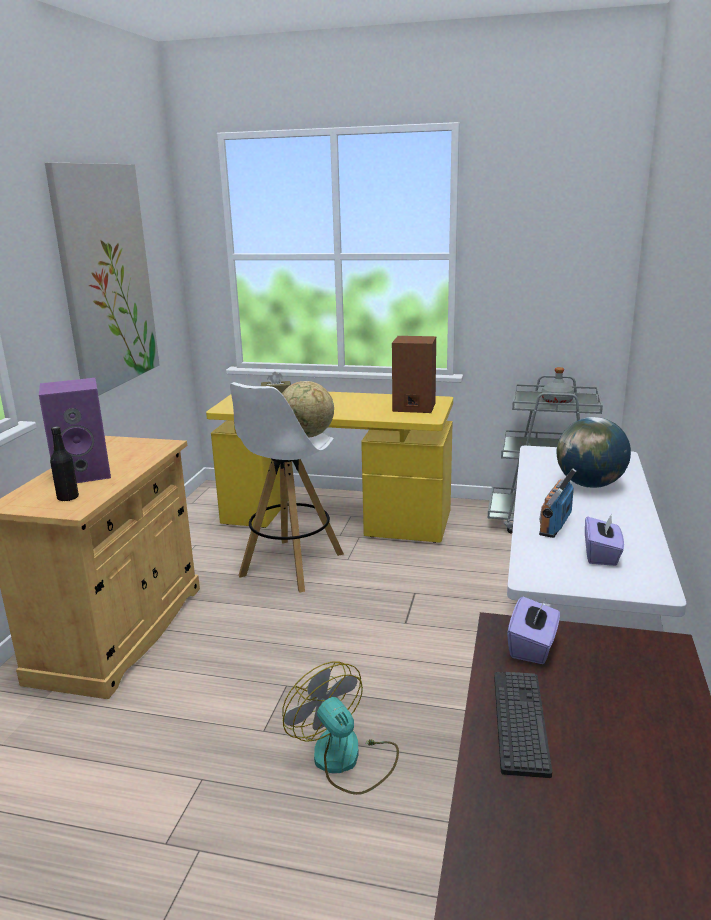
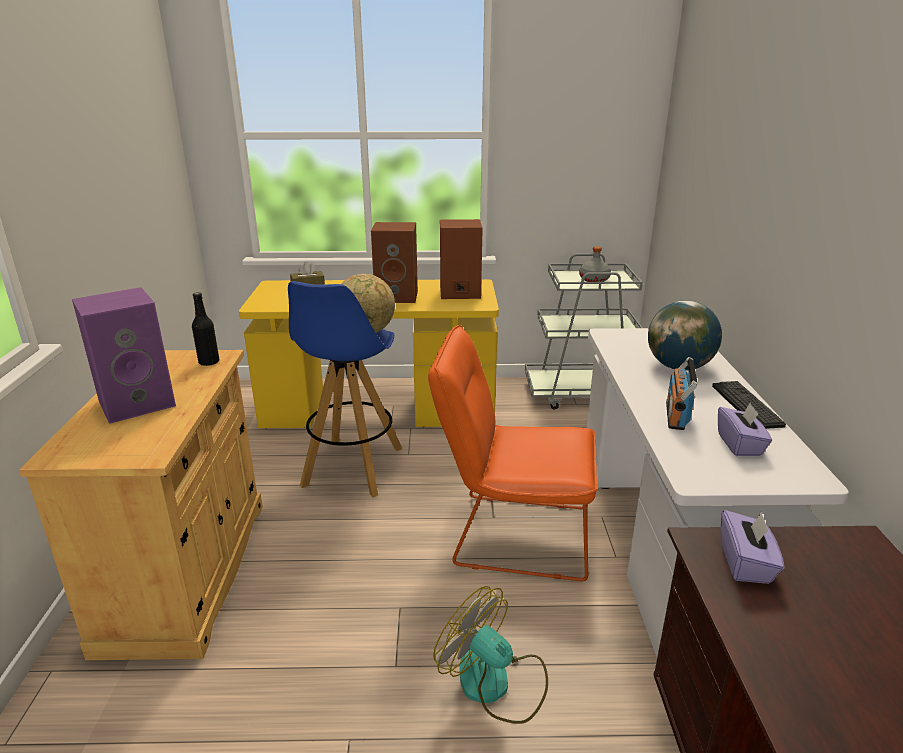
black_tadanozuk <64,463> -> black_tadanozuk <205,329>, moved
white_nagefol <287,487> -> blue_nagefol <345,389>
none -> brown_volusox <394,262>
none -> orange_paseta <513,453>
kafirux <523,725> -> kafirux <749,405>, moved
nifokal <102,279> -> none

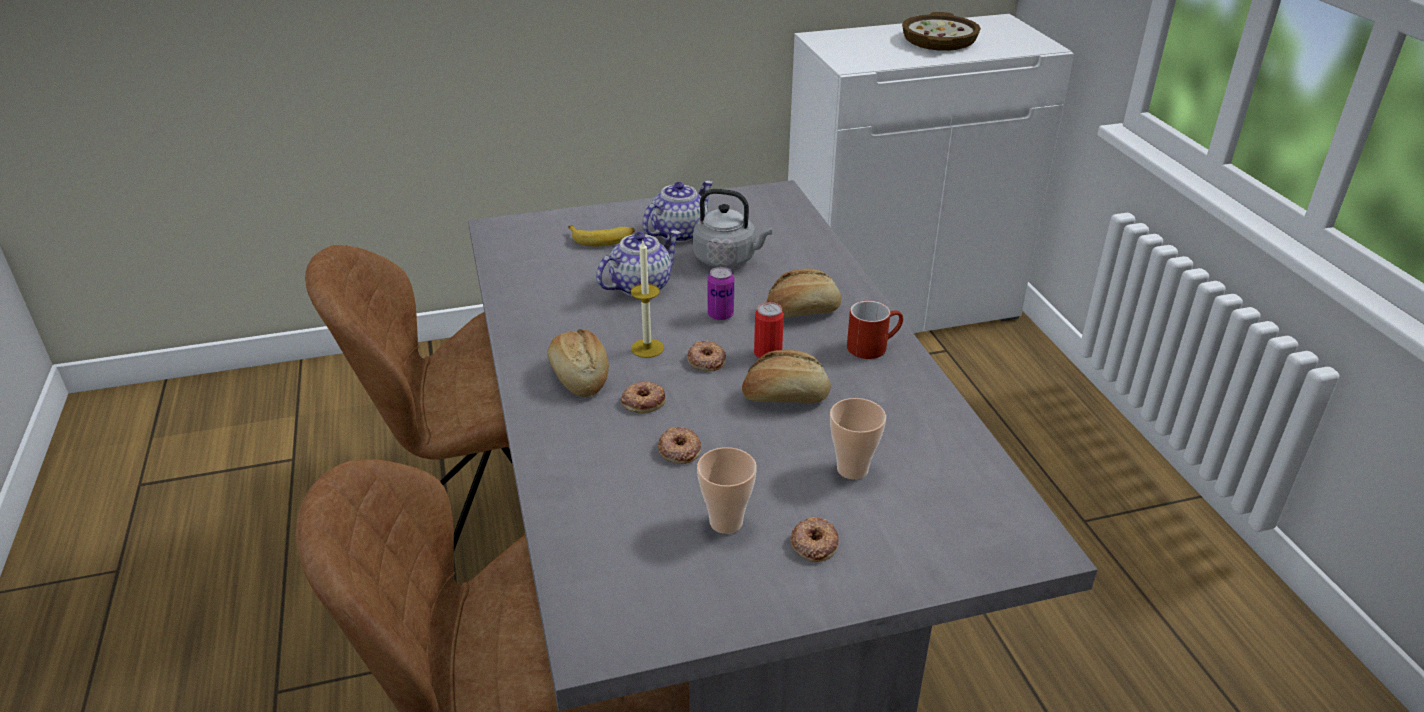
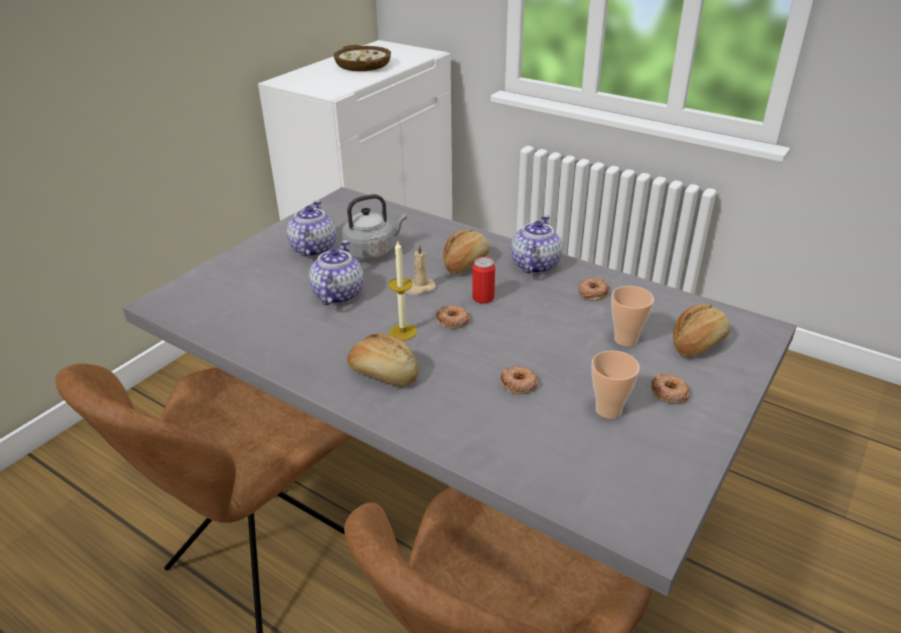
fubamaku <721,294> -> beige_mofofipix <420,269>
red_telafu <875,330> -> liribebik <536,244>
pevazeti <643,397> -> pevazeti <593,289>, moved
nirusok <786,376> -> nirusok <701,330>, moved
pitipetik <601,236> -> none

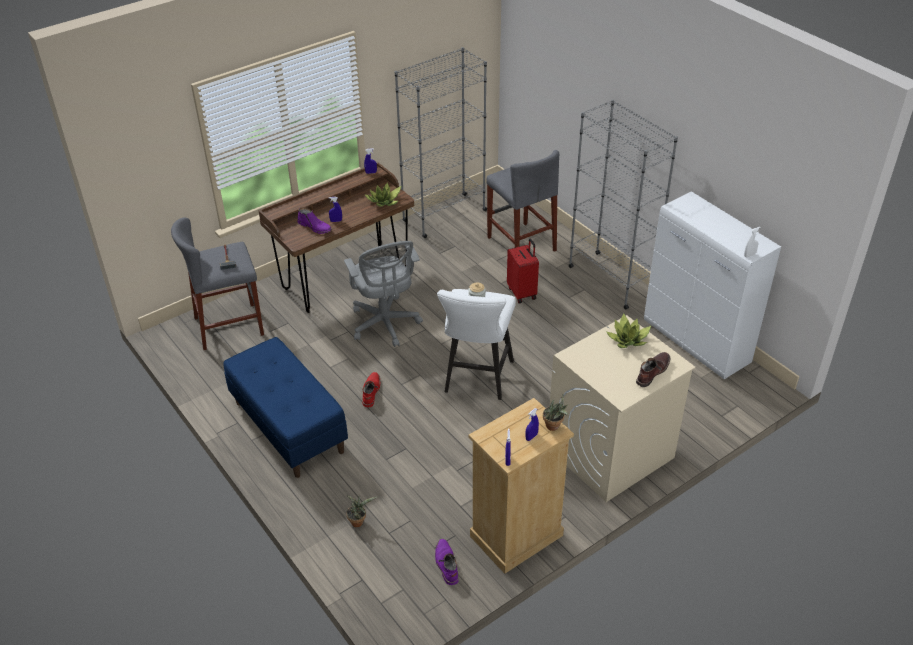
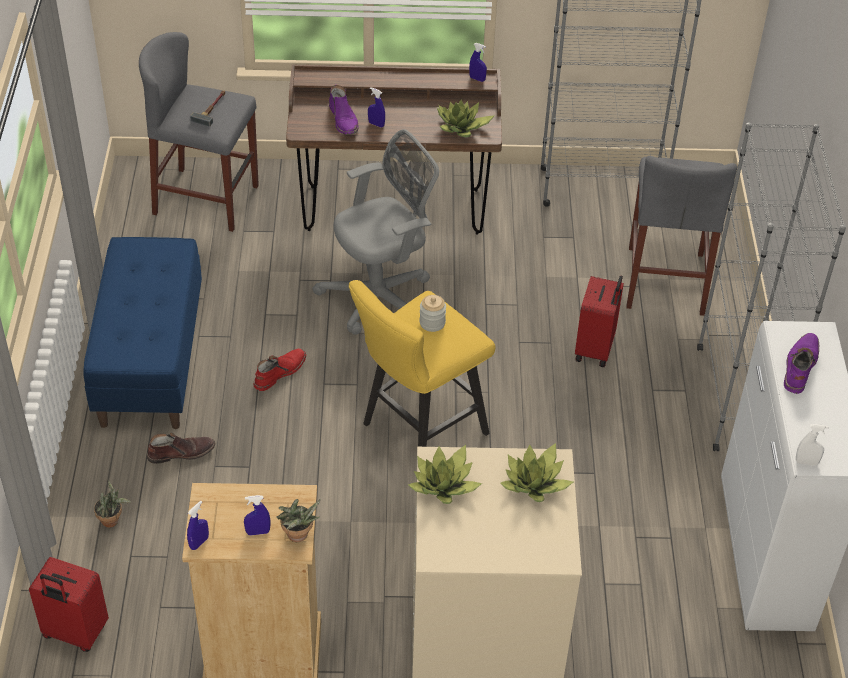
none -> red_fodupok <69,604>
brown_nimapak <653,369> -> brown_nimapak <181,448>, moved
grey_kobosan <383,294> -> grey_kobosan <376,232>, 135 degrees counterclockwise
white_nagefol <476,344> -> yellow_nagefol <422,363>
none -> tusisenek <445,474>
purple_nimapak <447,562> -> purple_nimapak <801,363>, moved

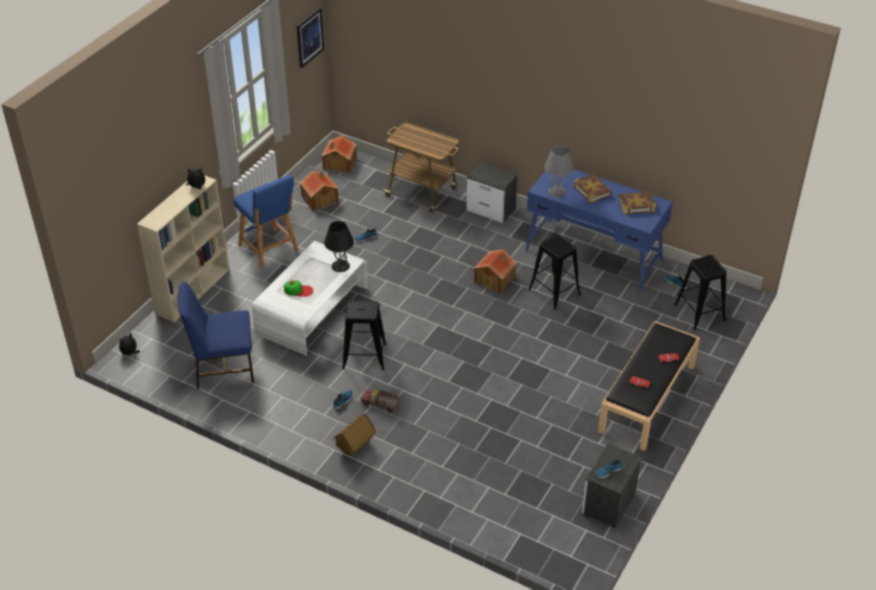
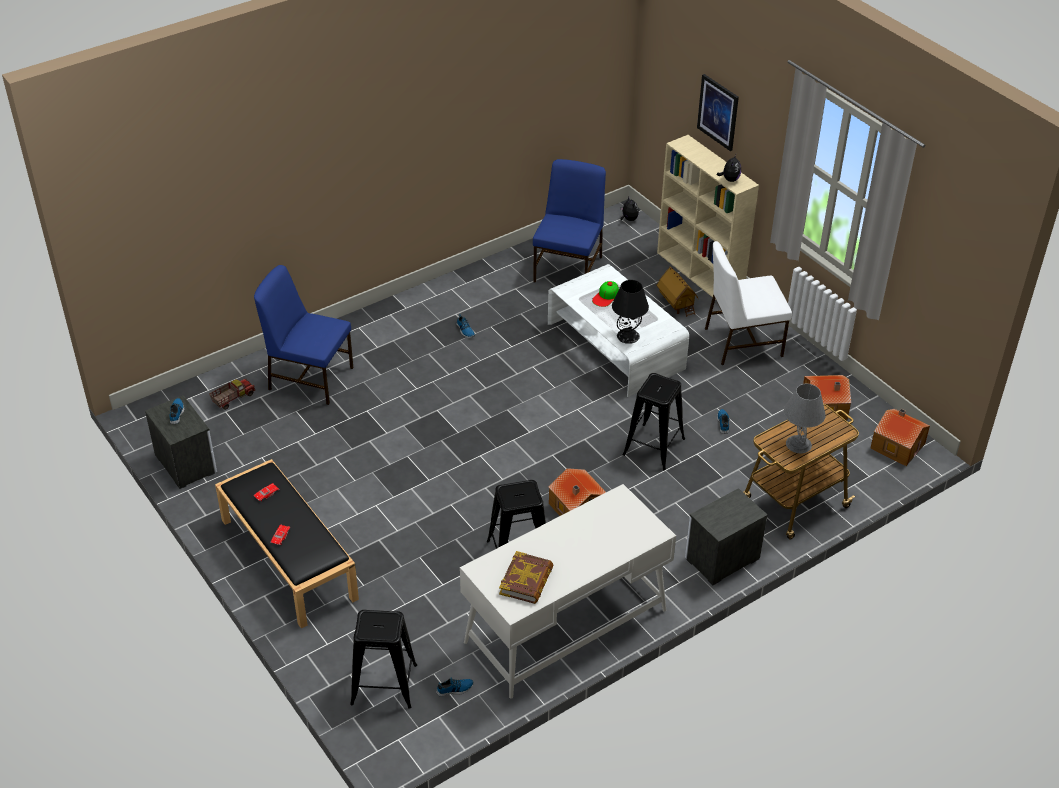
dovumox <381,401> -> dovumox <232,394>, moved
none -> blue_paseta <304,335>
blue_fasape <599,230> -> white_fasape <568,591>
black_nagefol <364,335> -> black_nagefol <653,421>, moved
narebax <354,434> -> narebax <677,292>, moved
nifokal <310,37> -> nifokal <718,112>, moved
blue_nagefol <266,222> -> white_paseta <748,303>
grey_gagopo <559,171> -> grey_gagopo <805,418>, moved
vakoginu <592,188> -> none

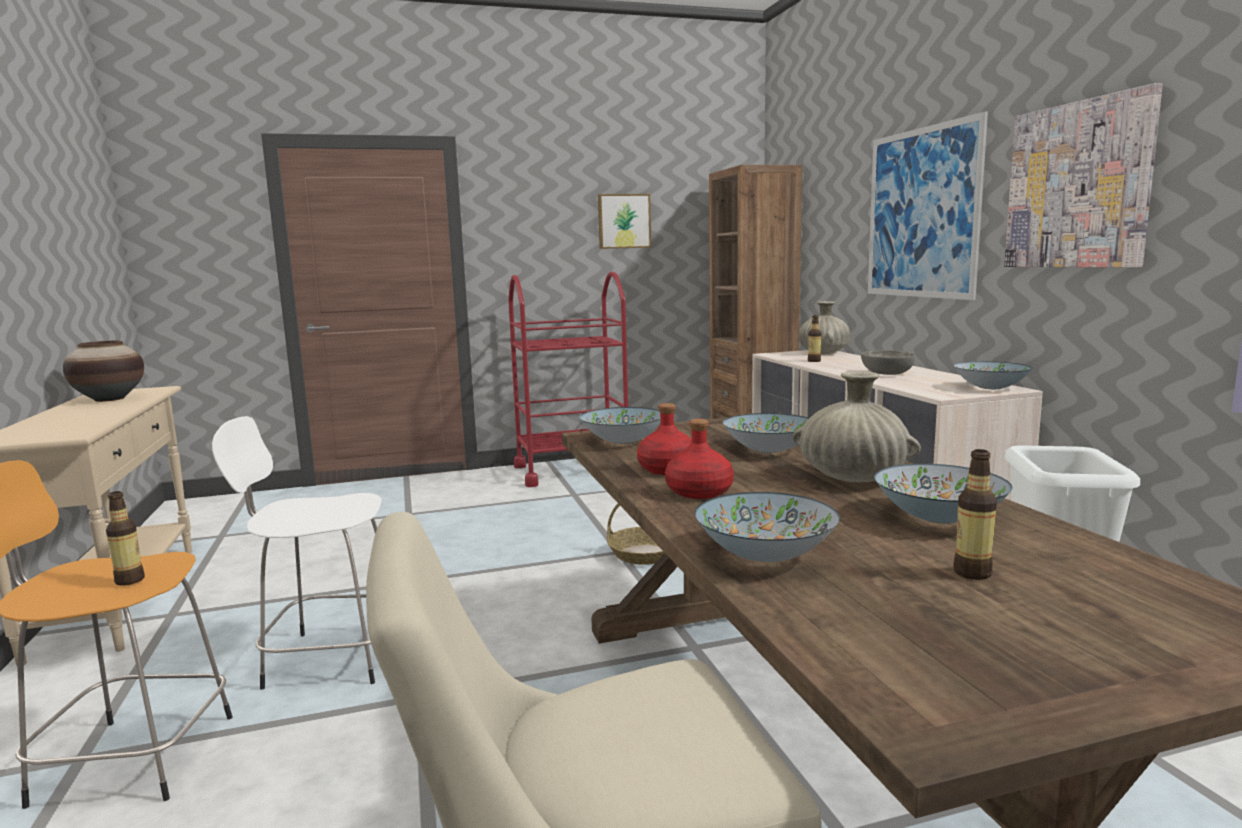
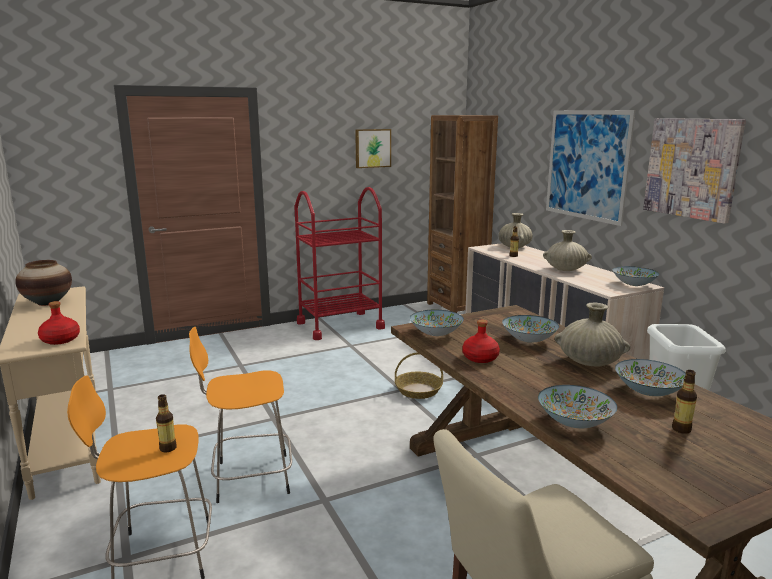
red_tadanozuk <699,459> -> red_tadanozuk <59,323>, moved
white_nagefol <296,553> -> orange_nagefol <240,415>
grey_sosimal <888,362> -> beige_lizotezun <567,250>

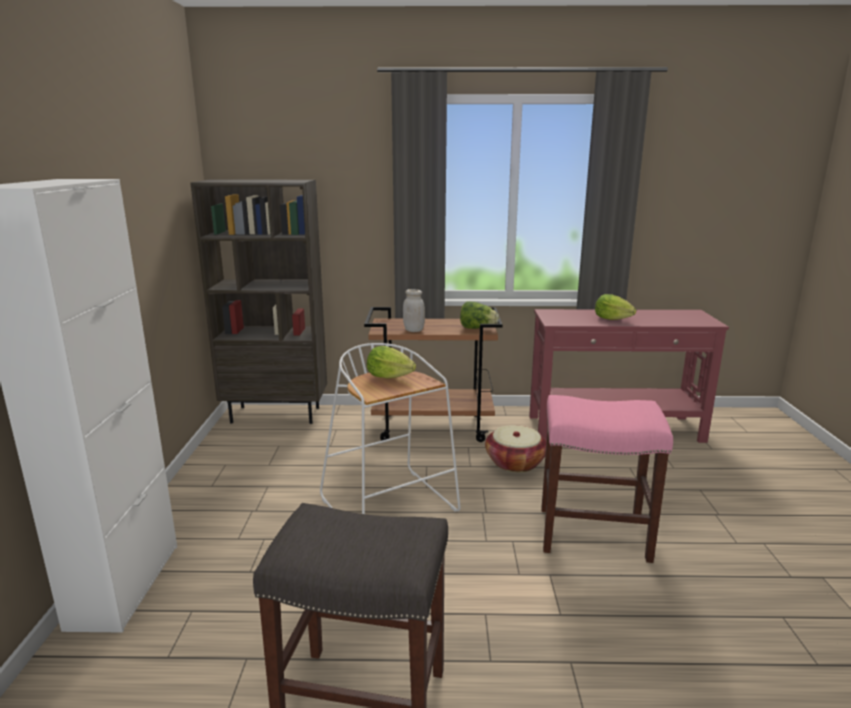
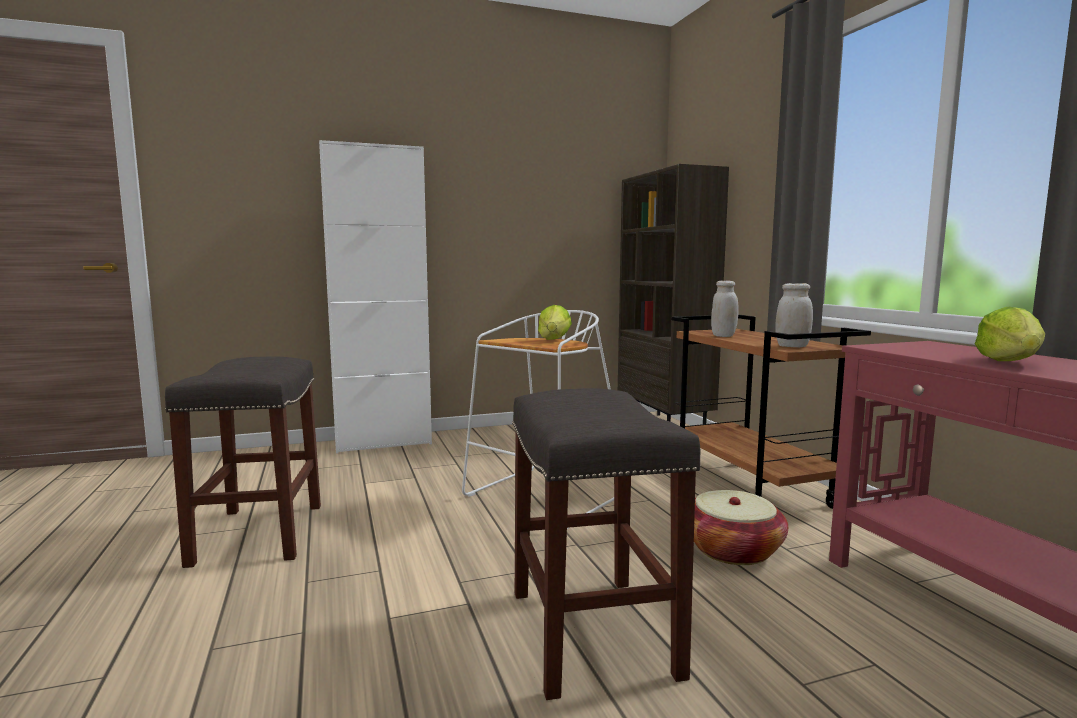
pink_nagefol <607,479> -> grey_nagefol <606,544>
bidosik <479,315> -> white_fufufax <794,315>

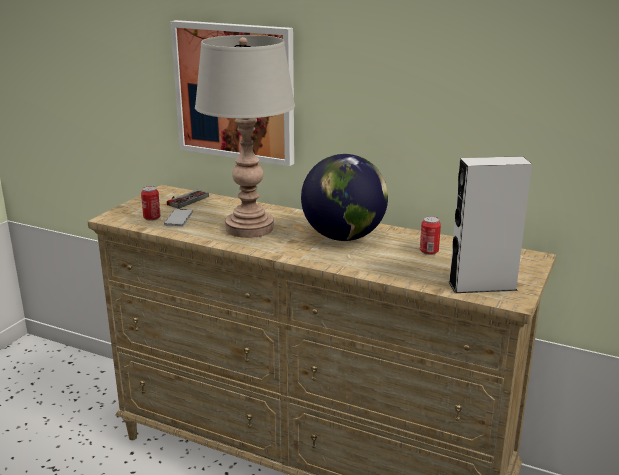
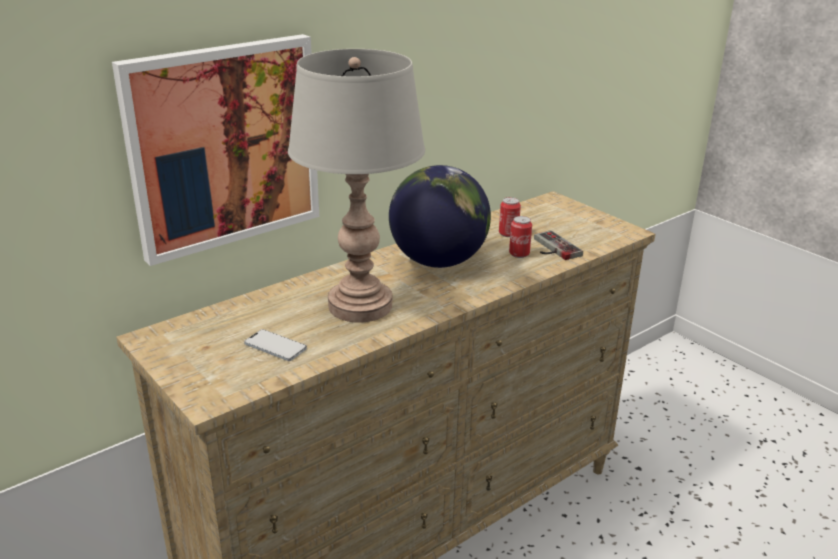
fubamaku <151,203> -> fubamaku <520,237>, moved
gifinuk <188,199> -> gifinuk <558,245>, moved
grey_volusox <490,224> -> none

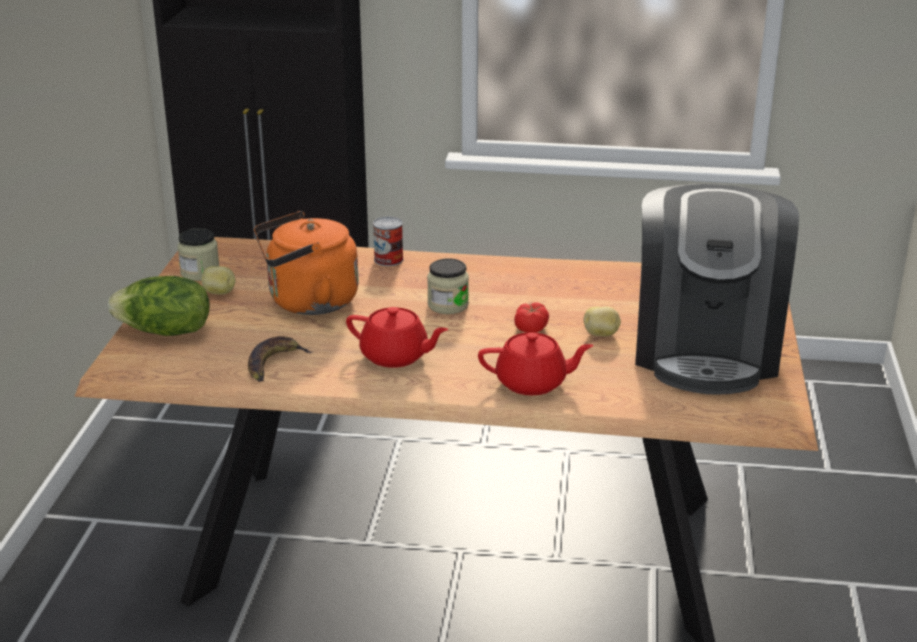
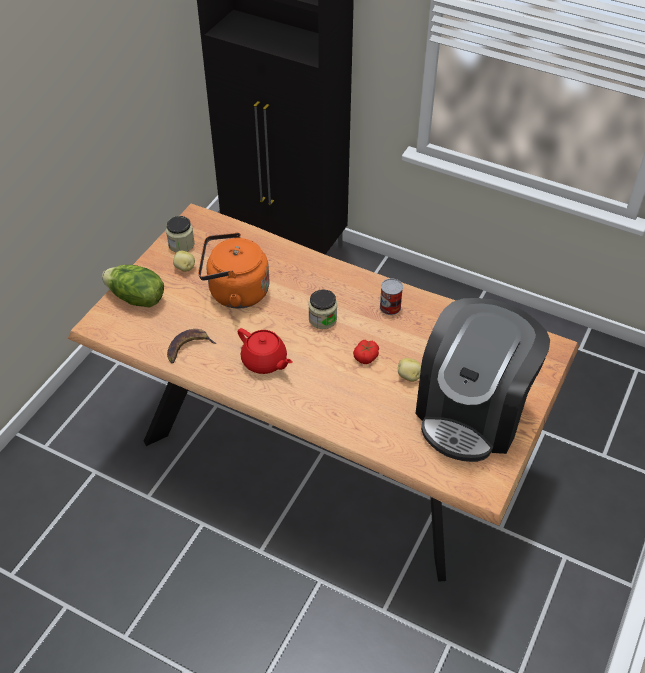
fubamaku <388,241> -> fubamaku <391,297>, moved
red_liribebik <536,363> -> none

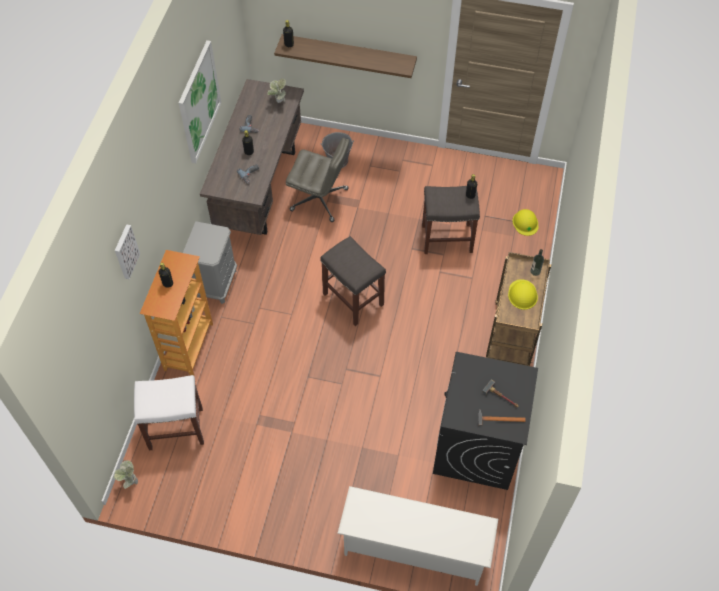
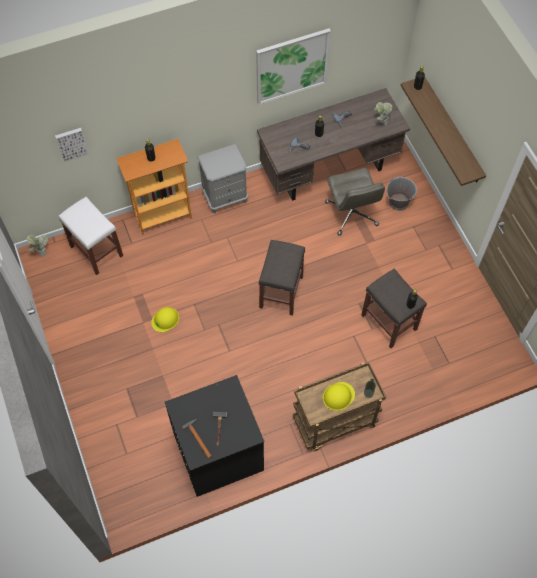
nifokal <127,251> -> nifokal <72,145>, moved
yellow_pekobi <525,222> -> yellow_pekobi <165,319>, moved
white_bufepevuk <417,536> -> none

